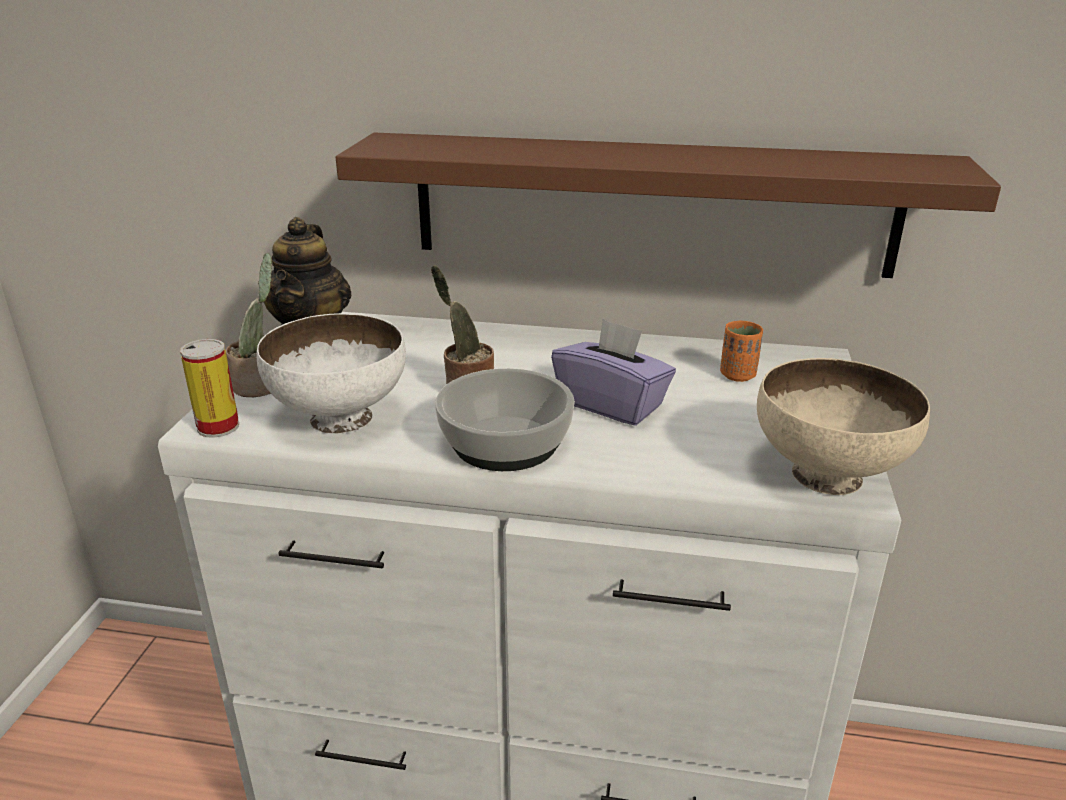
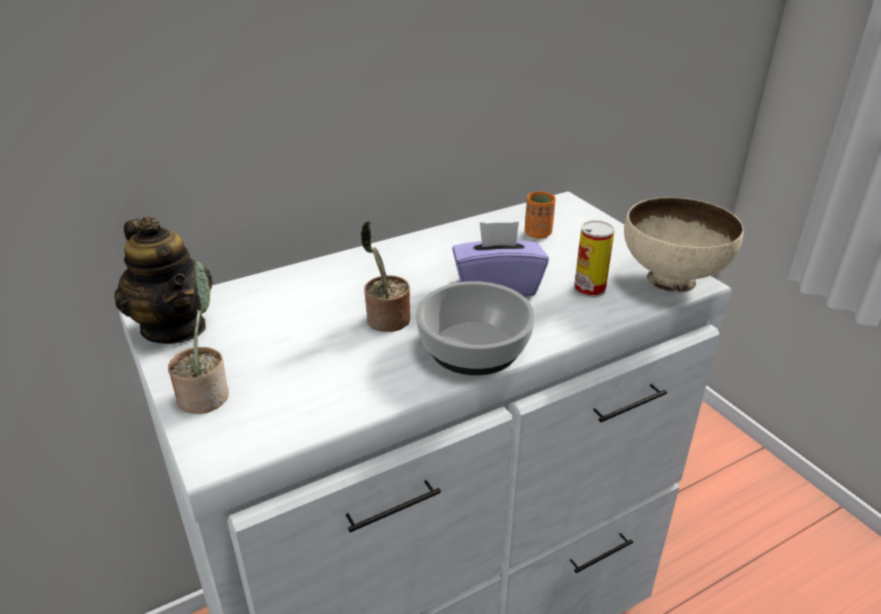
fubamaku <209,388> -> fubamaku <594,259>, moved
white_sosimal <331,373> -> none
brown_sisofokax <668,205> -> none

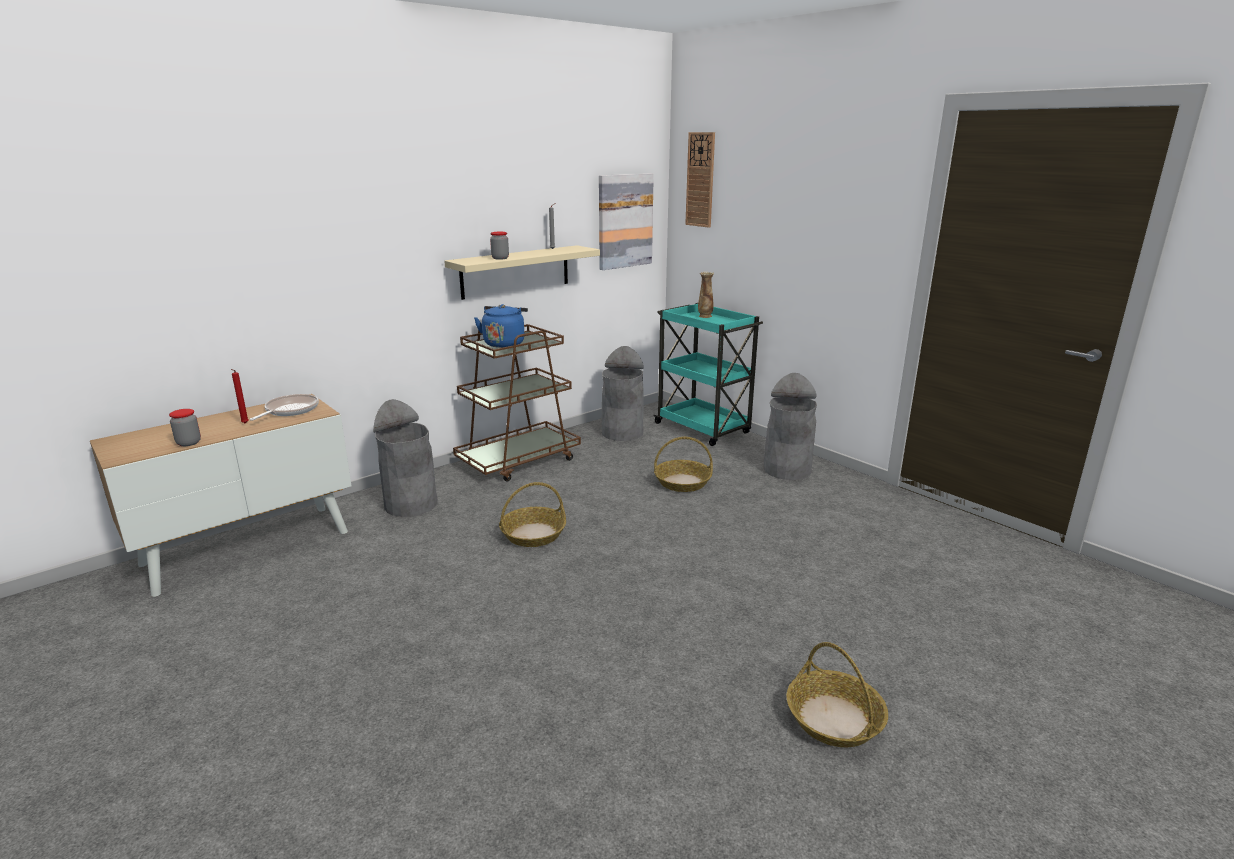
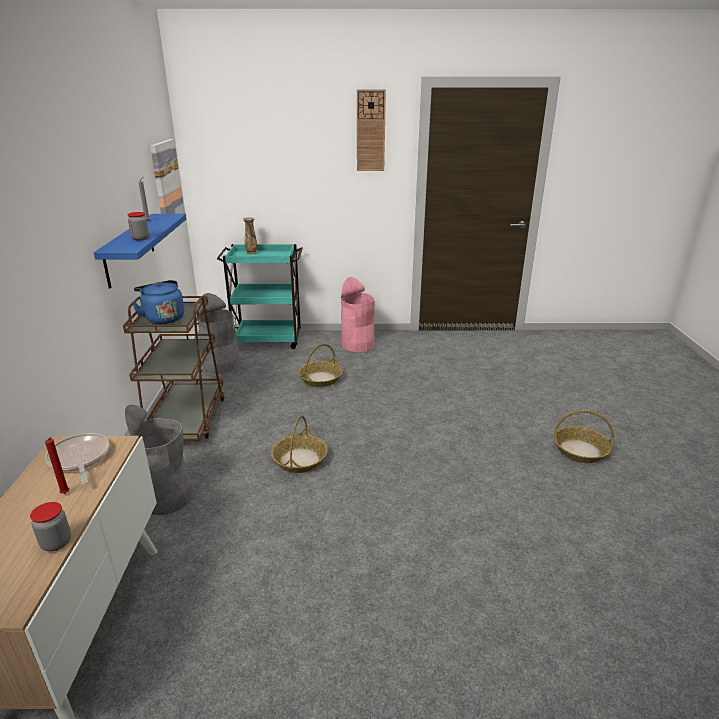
beige_sisofokax <522,272> -> blue_sisofokax <140,251>
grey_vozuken <790,426> -> pink_vozuken <358,314>
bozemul <700,180> -> bozemul <371,130>, moved

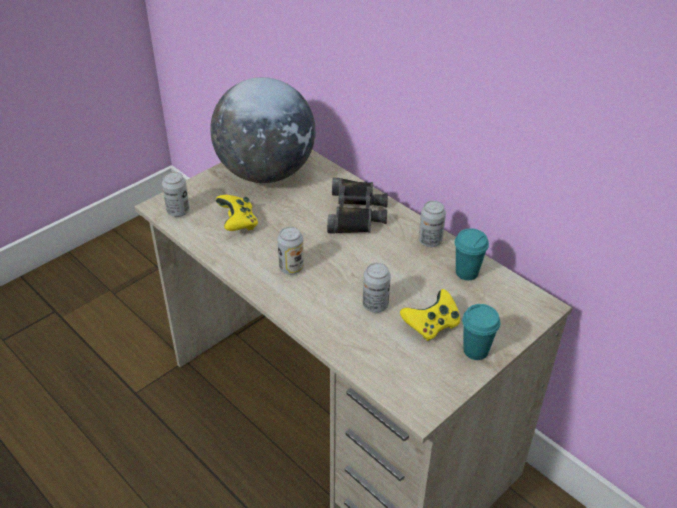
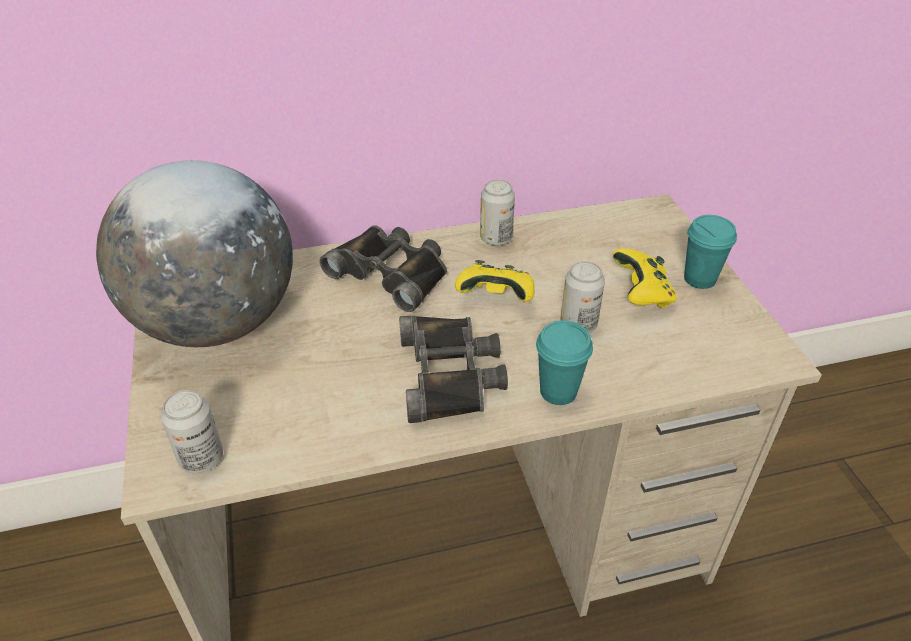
fubamaku <290,251> -> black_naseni <453,369>
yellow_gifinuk <237,213> -> yellow_gifinuk <495,281>, moved
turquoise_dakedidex <472,254> -> turquoise_dakedidex <564,363>, moved

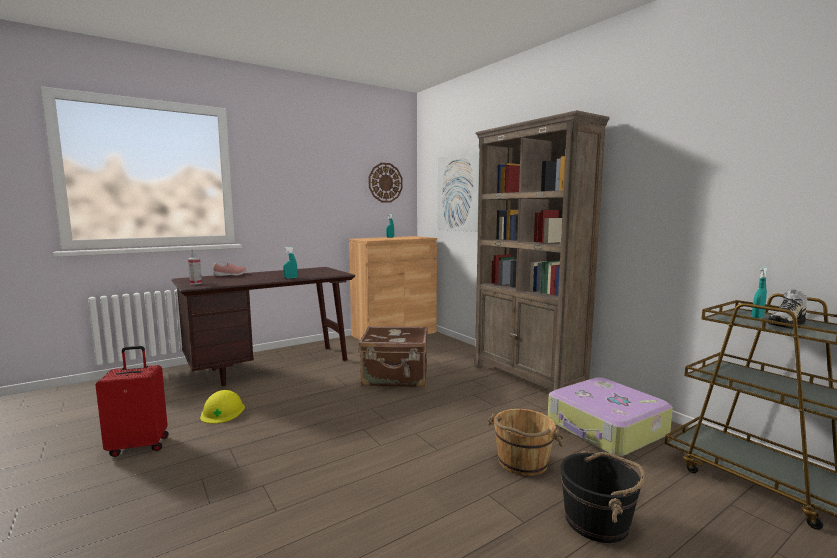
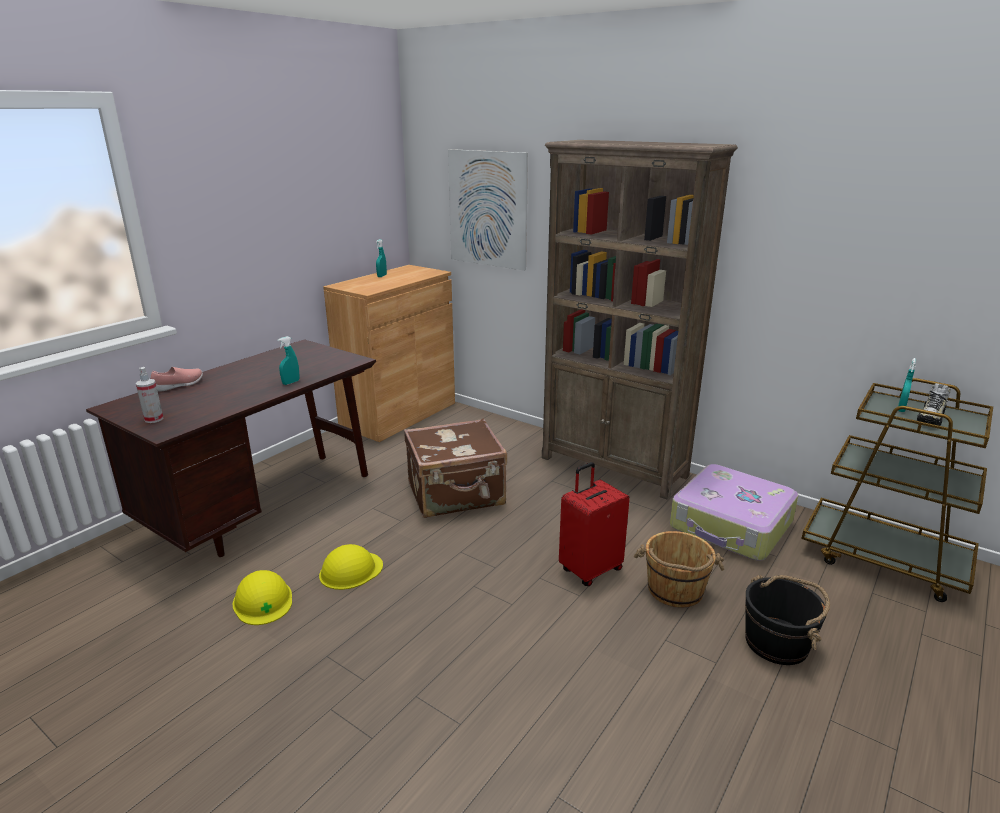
none -> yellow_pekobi <351,567>
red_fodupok <132,401> -> red_fodupok <594,524>, moved
bozemul <386,183> -> none

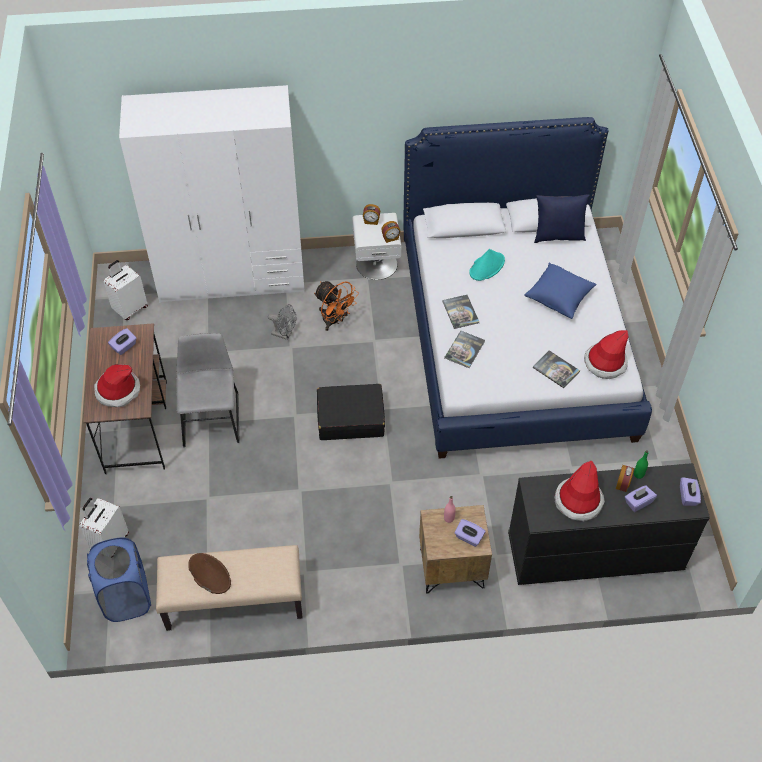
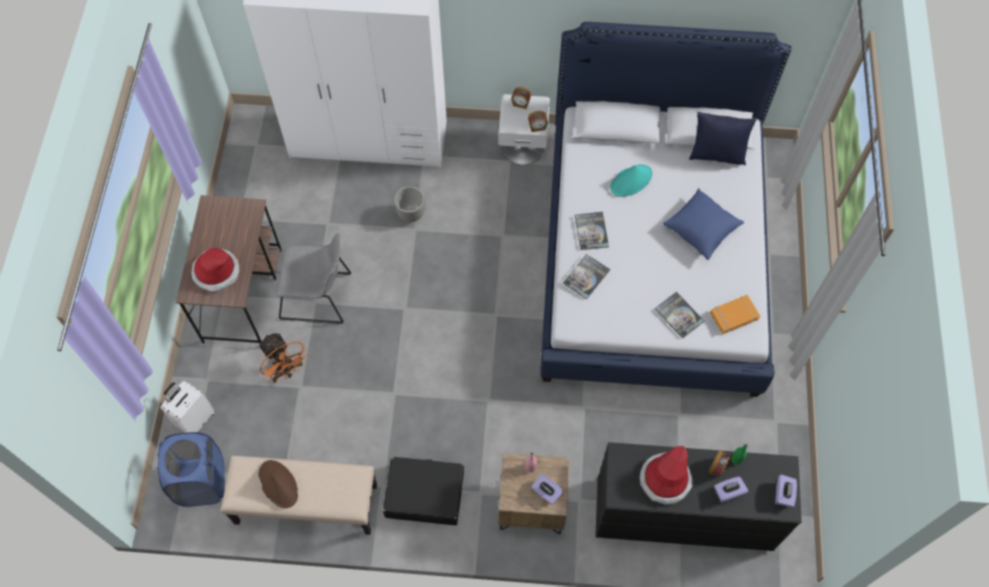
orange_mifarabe <336,306> -> orange_mifarabe <283,358>, moved
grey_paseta <208,390> -> grey_paseta <314,278>, 90 degrees clockwise
black_fodupok <351,412> -> black_fodupok <423,491>, moved
grey_mifarabe <282,322> -> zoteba <409,204>
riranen <606,354> -> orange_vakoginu <735,315>
white_fodupok <125,290> -> none
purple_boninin <122,341> -> none

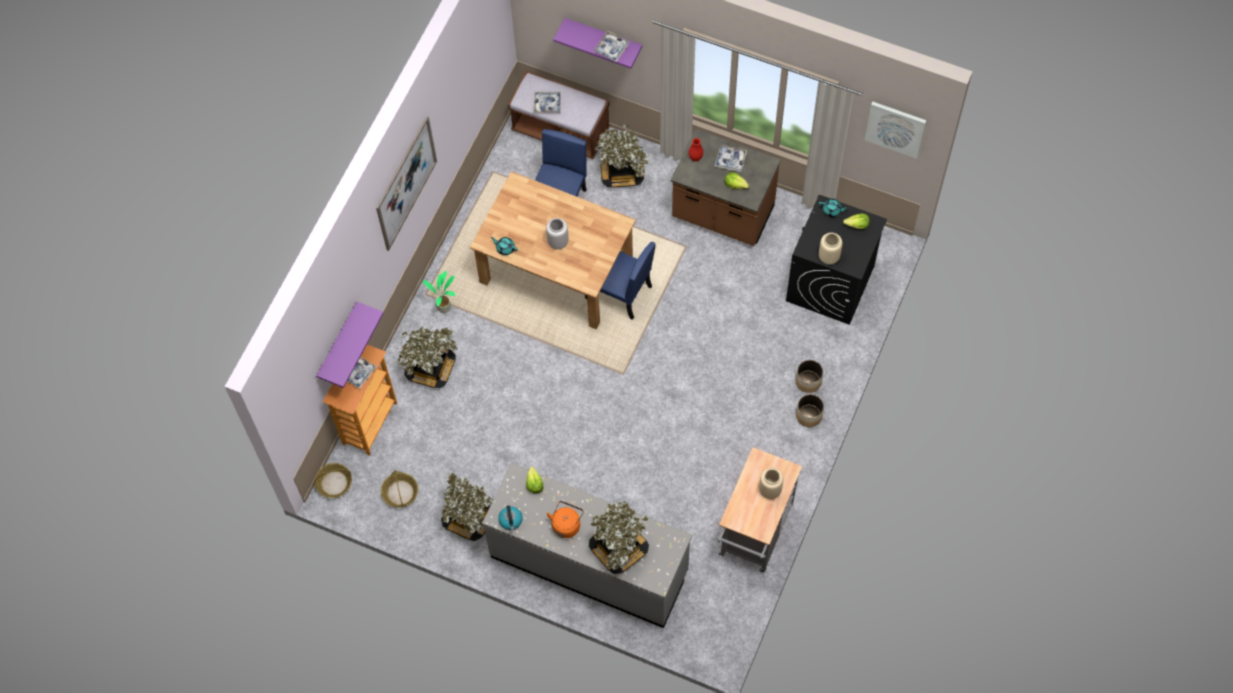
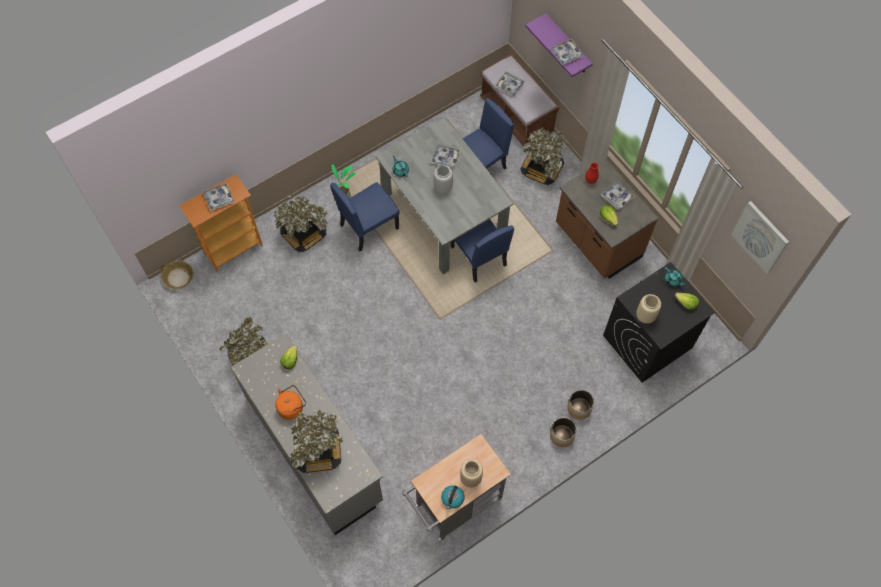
none -> blue_paseta <365,216>
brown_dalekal <553,250> -> grey_dalekal <444,196>
none -> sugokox <446,156>
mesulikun <510,517> -> mesulikun <452,497>, moved
purple_sisofokax <350,345> -> none
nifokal <406,183> -> none
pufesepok <399,489> -> none

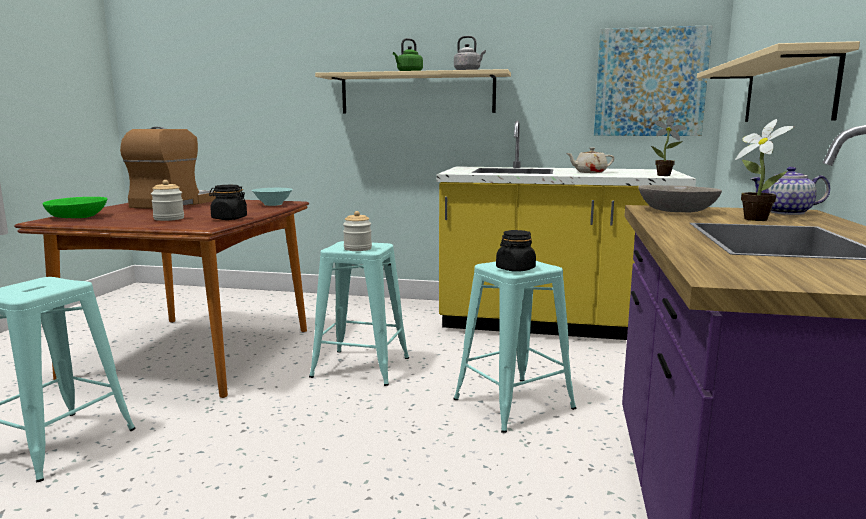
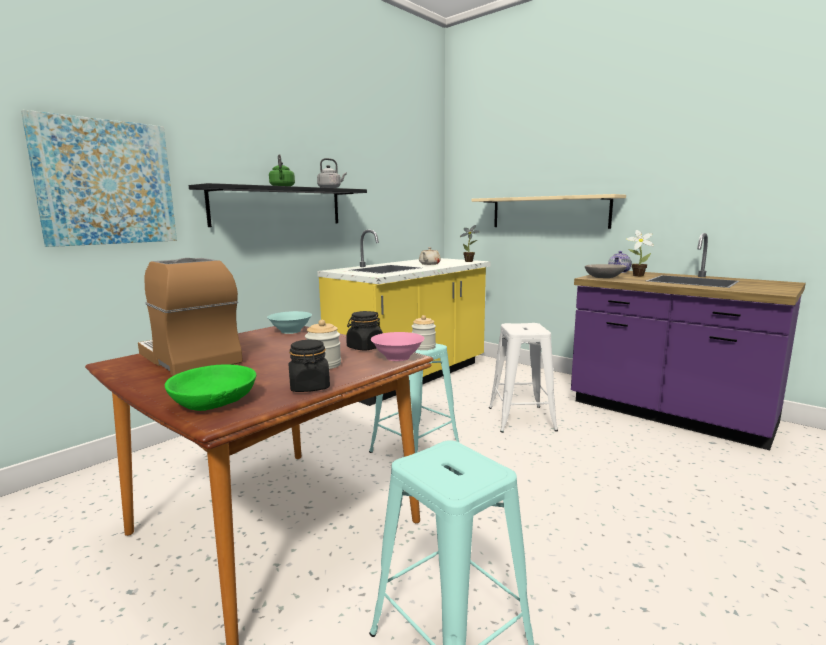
nifokal <653,80> -> nifokal <99,178>, moved
beige_sisofokax <413,91> -> black_sisofokax <278,205>
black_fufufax <516,251> -> black_fufufax <309,366>, moved
none -> pink_sosimal <397,346>
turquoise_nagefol <514,347> -> white_nagefol <523,378>

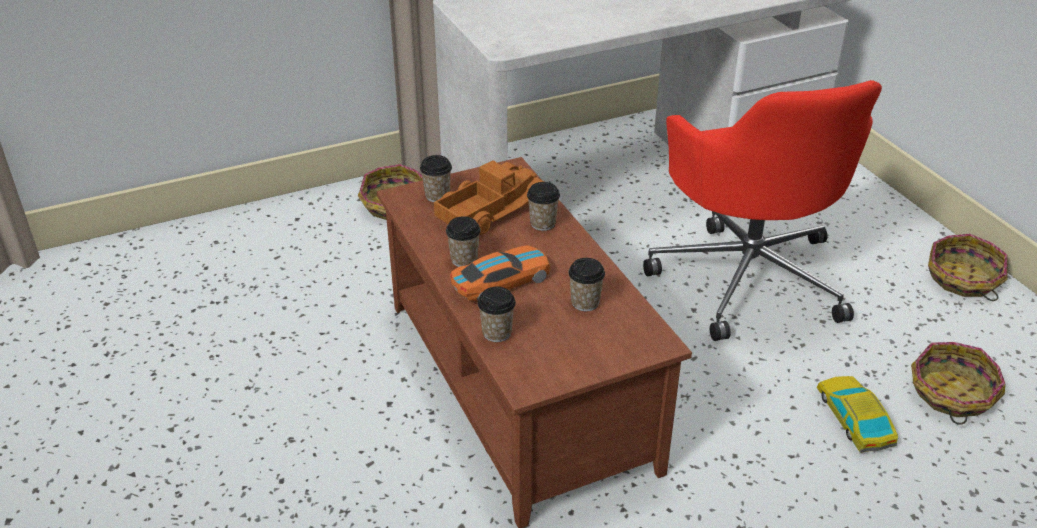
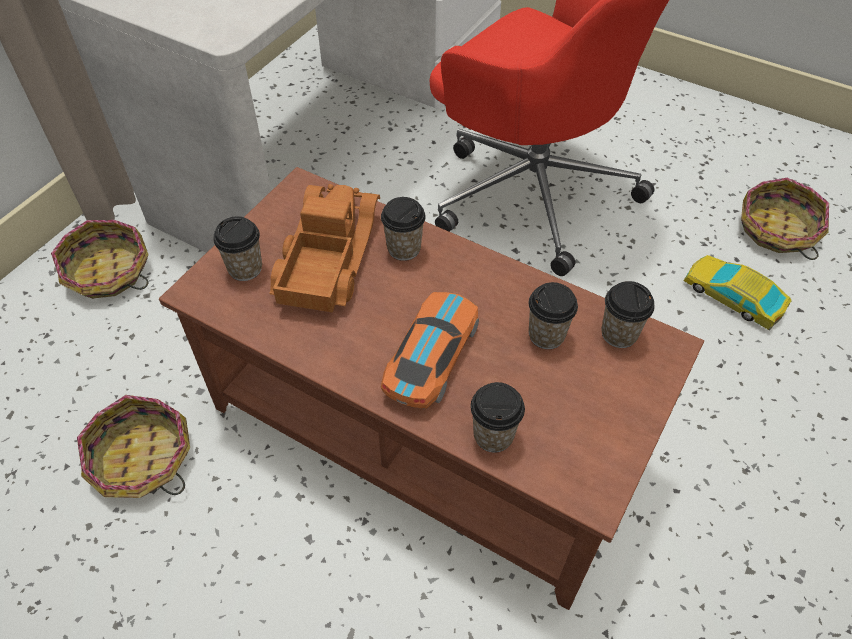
pufesepok <968,267> -> pufesepok <133,446>, moved
dakedidex <463,241> -> dakedidex <627,314>, moved

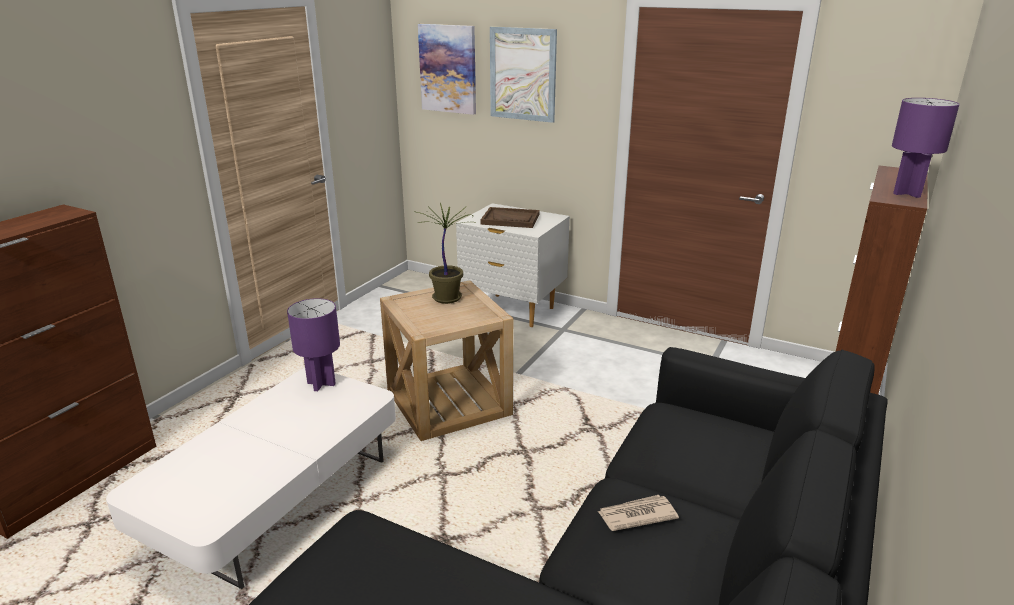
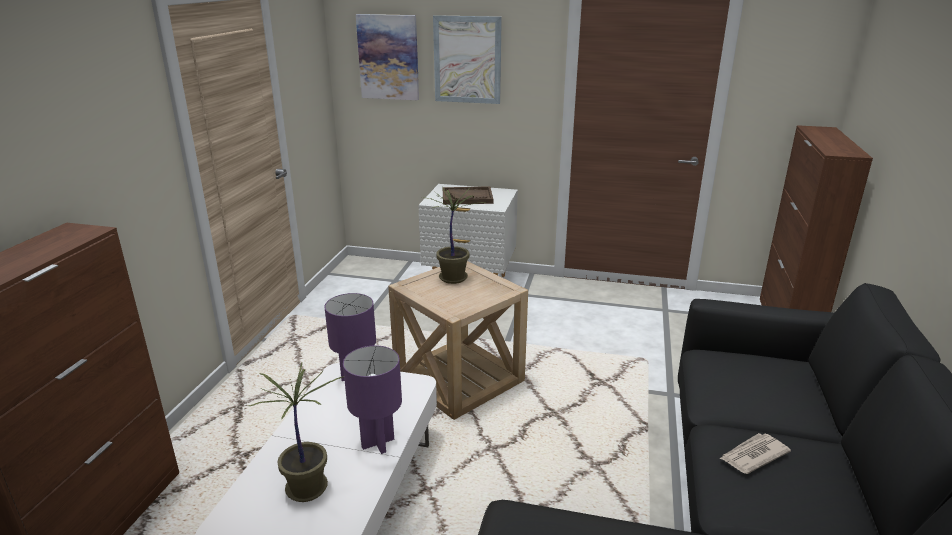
none -> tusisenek <296,432>
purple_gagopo <925,148> -> purple_gagopo <372,399>, moved

